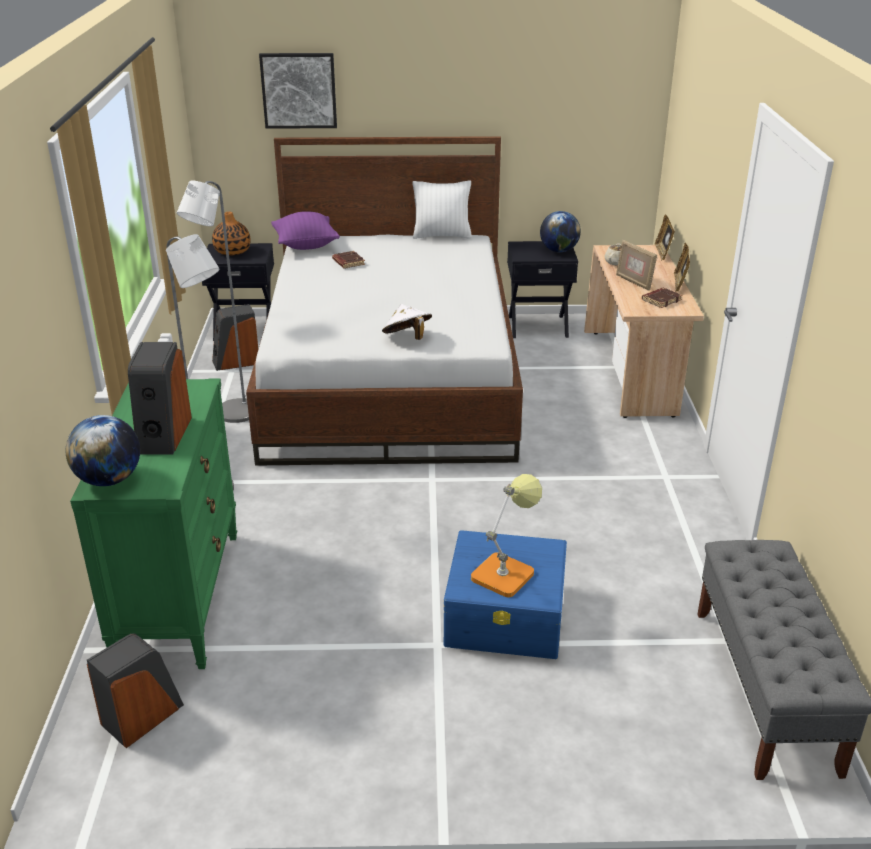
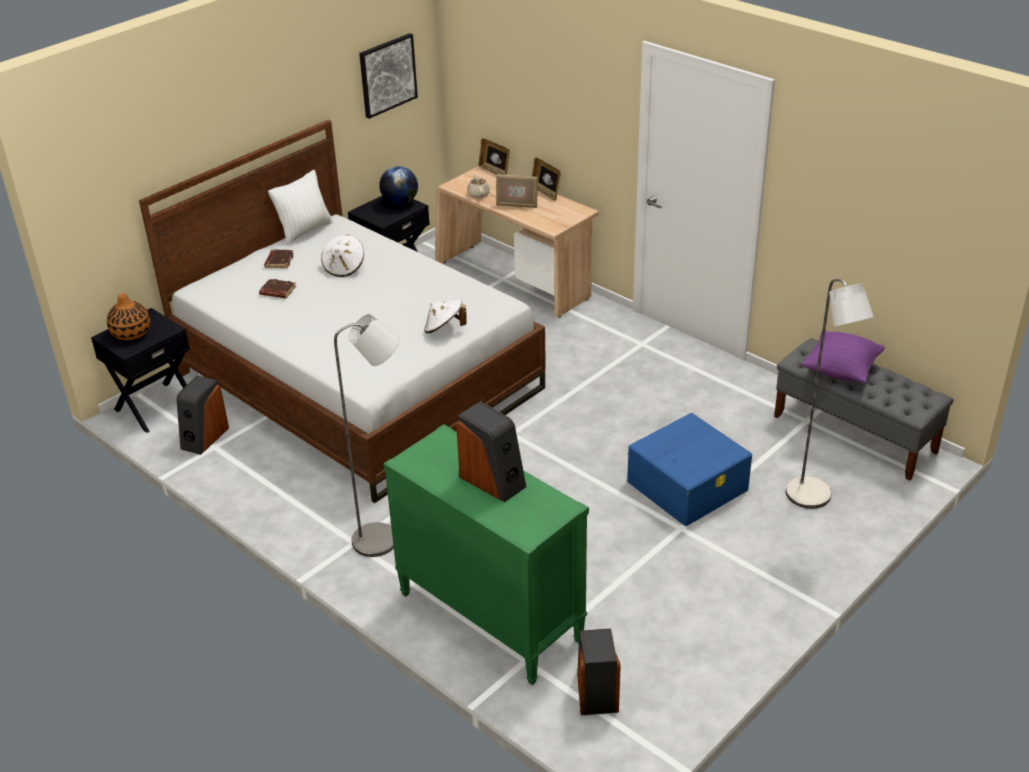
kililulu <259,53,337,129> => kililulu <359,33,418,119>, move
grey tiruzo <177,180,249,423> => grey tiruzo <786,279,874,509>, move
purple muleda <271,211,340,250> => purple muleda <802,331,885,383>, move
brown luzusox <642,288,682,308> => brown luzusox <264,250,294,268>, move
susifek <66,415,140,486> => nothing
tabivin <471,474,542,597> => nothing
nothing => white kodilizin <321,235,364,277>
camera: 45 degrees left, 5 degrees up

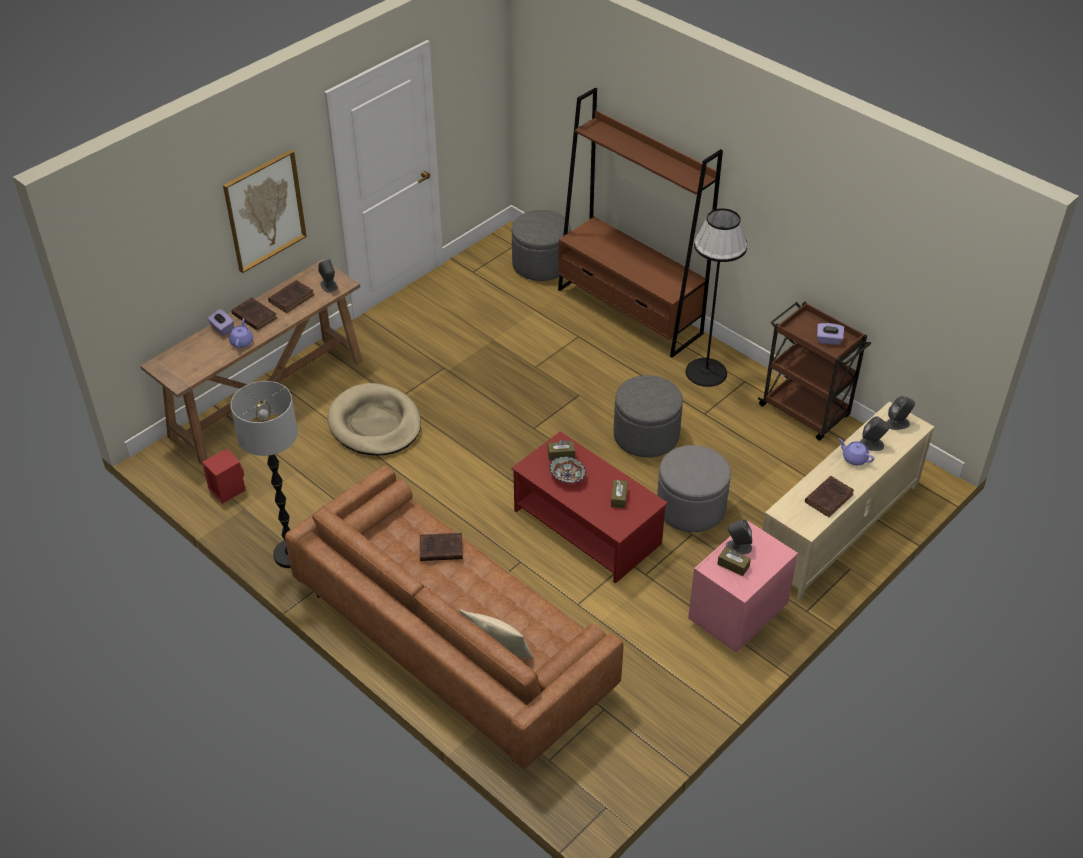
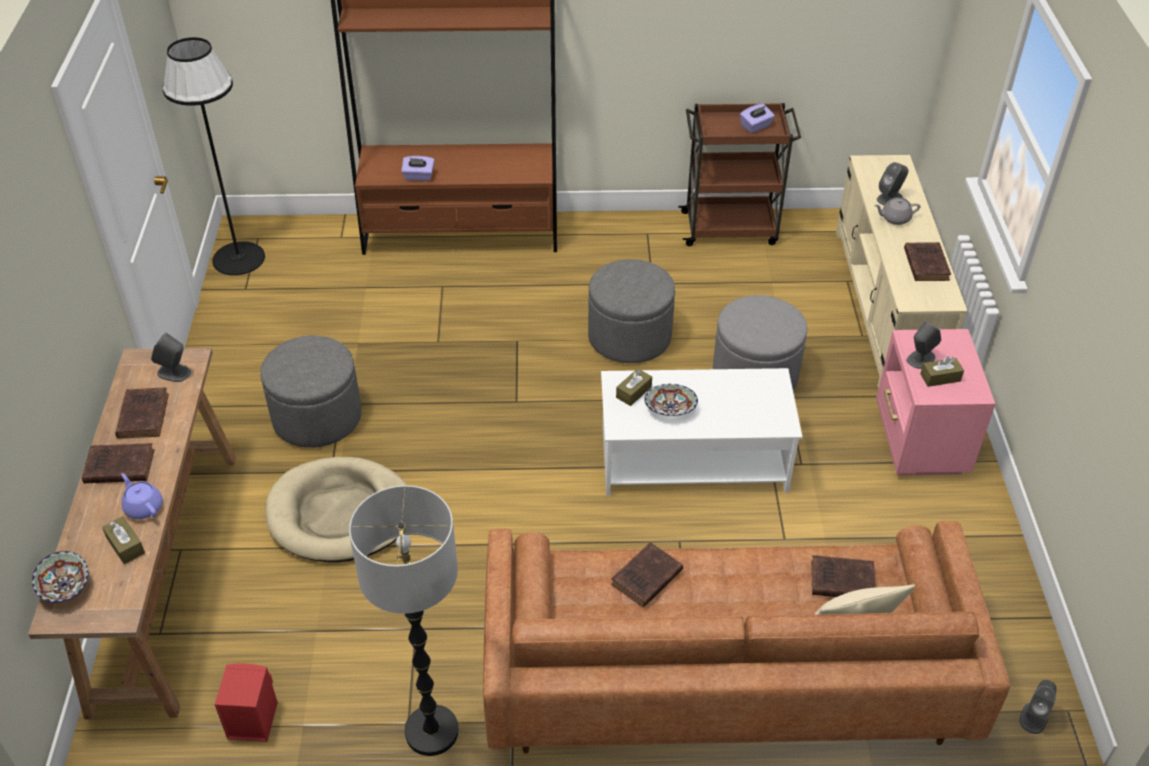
kililulu <223,150,307,273> => nothing
black tiruzo <685,208,748,387> => black tiruzo <162,37,265,275>, move
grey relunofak <512,210,571,281> => grey relunofak <260,336,362,448>, move
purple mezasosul <207,309,234,336> => purple mezasosul <401,156,435,181>, move
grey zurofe <886,396,915,430> => grey zurofe <1020,680,1056,734>, move
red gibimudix <512,431,668,584> => white gibimudix <601,368,802,496>
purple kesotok <838,438,874,465> => grey kesotok <874,197,920,225>
brown mezasosul <611,480,628,508> => brown mezasosul <102,516,145,564>, move
nothing => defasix <32,551,89,603>
nothing => brown luzusox <811,555,876,597>
camera: 45 degrees left, 0 degrees up

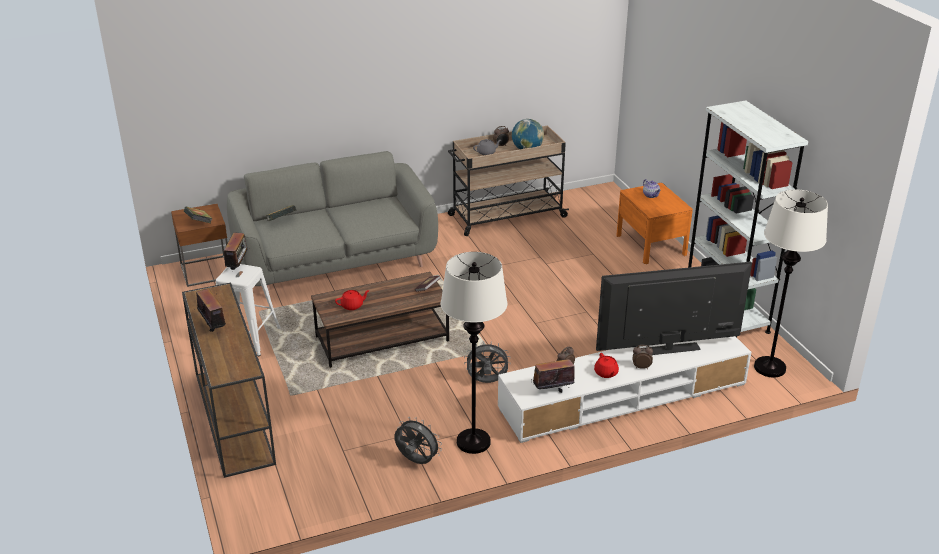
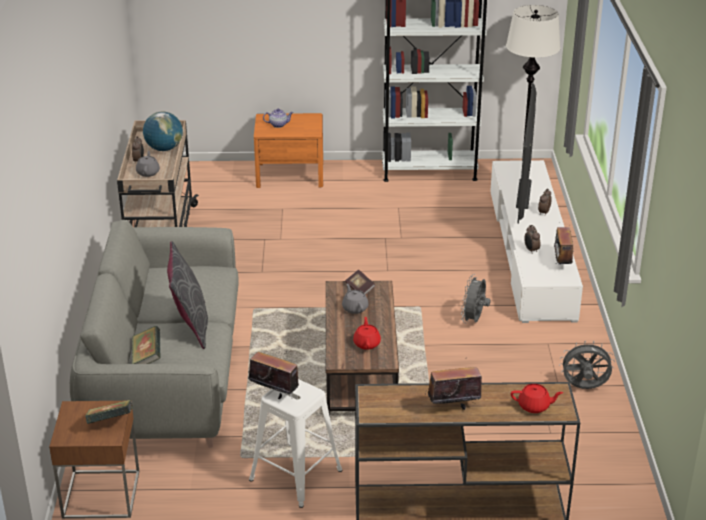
white tiruzo <441,252,507,454> => nothing
red kesotok <594,353,619,378> => red kesotok <511,384,563,413>, move
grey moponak <394,417,442,464> => grey moponak <559,341,615,389>, 45 degrees clockwise
nothing => grey muleda <167,241,208,349>
nothing => grey kesotok <342,283,368,314>
camera: 70 degrees left, 0 degrees up

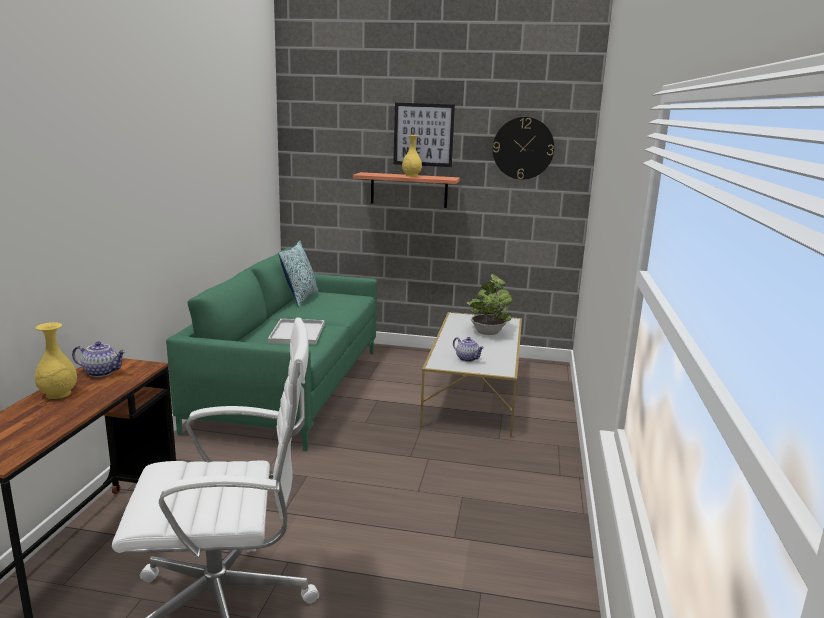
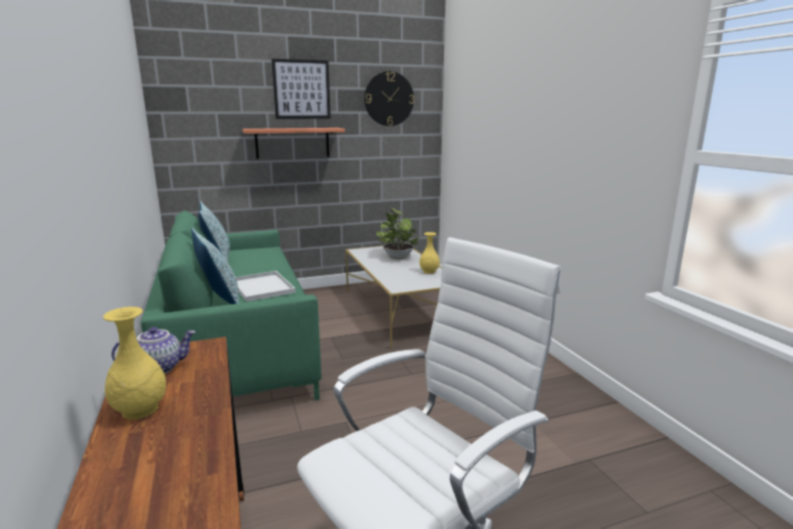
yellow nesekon <402,135,422,177> => yellow nesekon <419,232,440,274>, move
kesotok <453,337,484,362> => nothing
nothing => muleda <191,228,239,304>
camera: 30 degrees left, 0 degrees up

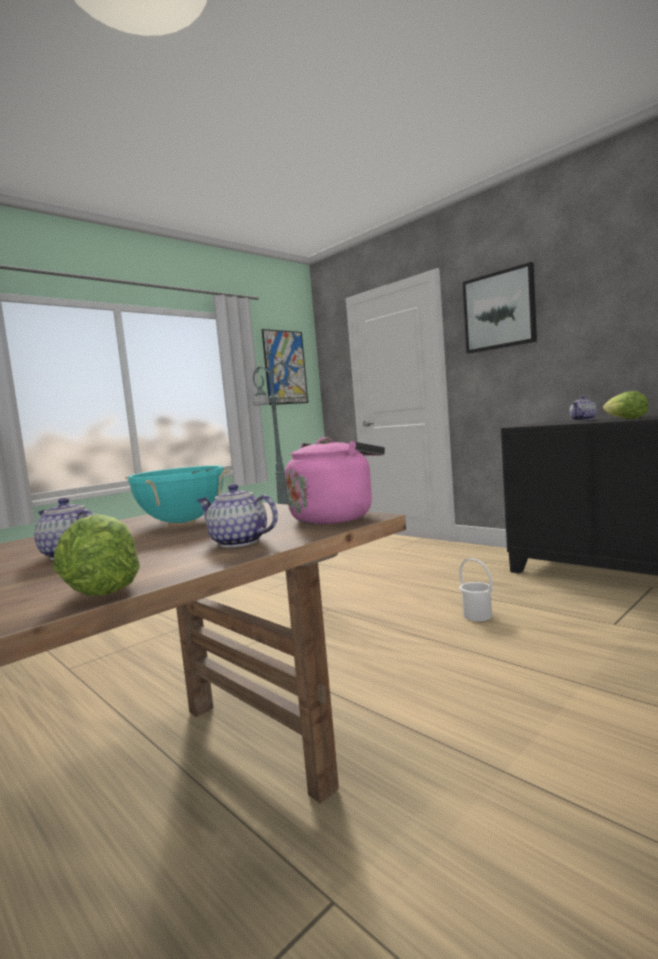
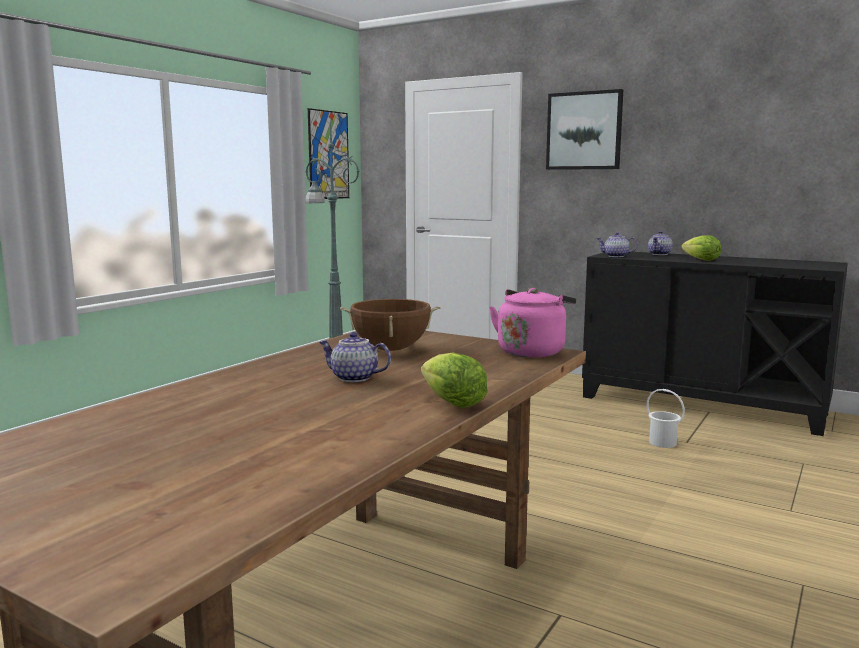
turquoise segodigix <125,465,231,523> => brown segodigix <340,299,441,351>
kesotok <197,484,278,547> => kesotok <596,232,638,257>, move
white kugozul <459,558,493,621> => white kugozul <646,389,685,448>, move
camera: 15 degrees left, 5 degrees up

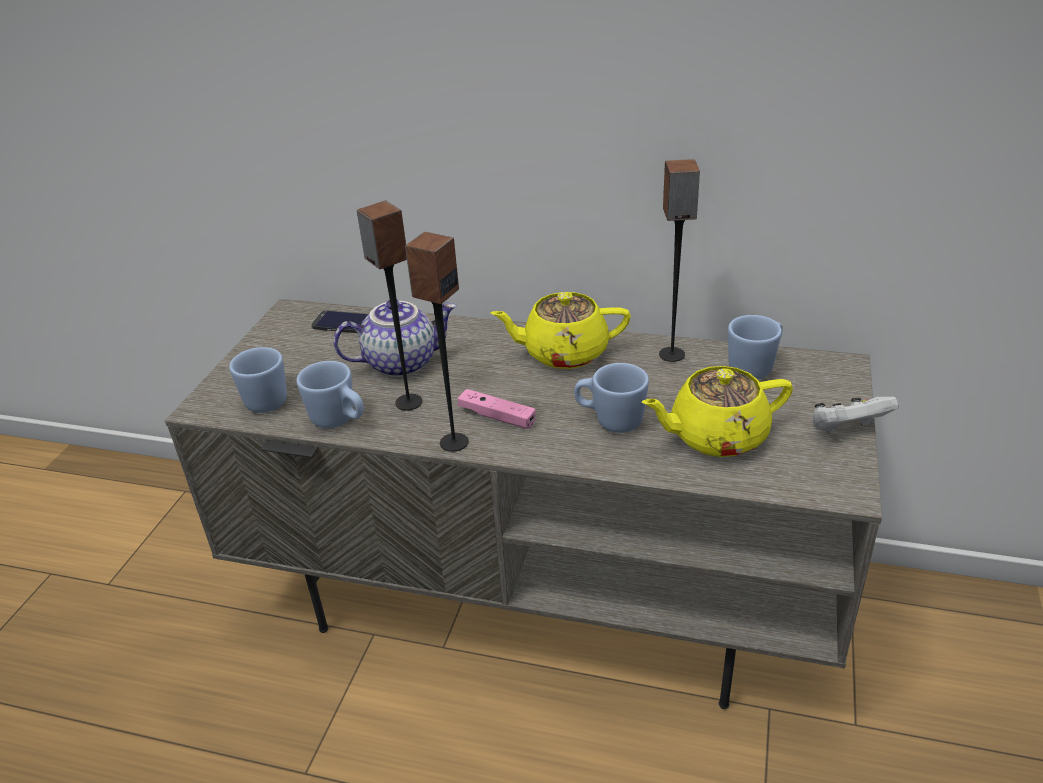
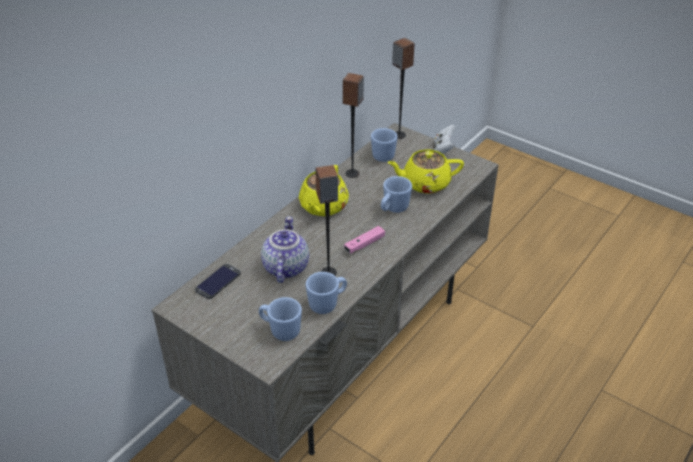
zurofe <405,232,469,452> => zurofe <392,38,415,139>, move
yellow kesotok <641,366,793,457> => yellow kesotok <387,149,464,194>, 75 degrees clockwise
camera: 70 degrees left, 5 degrees up

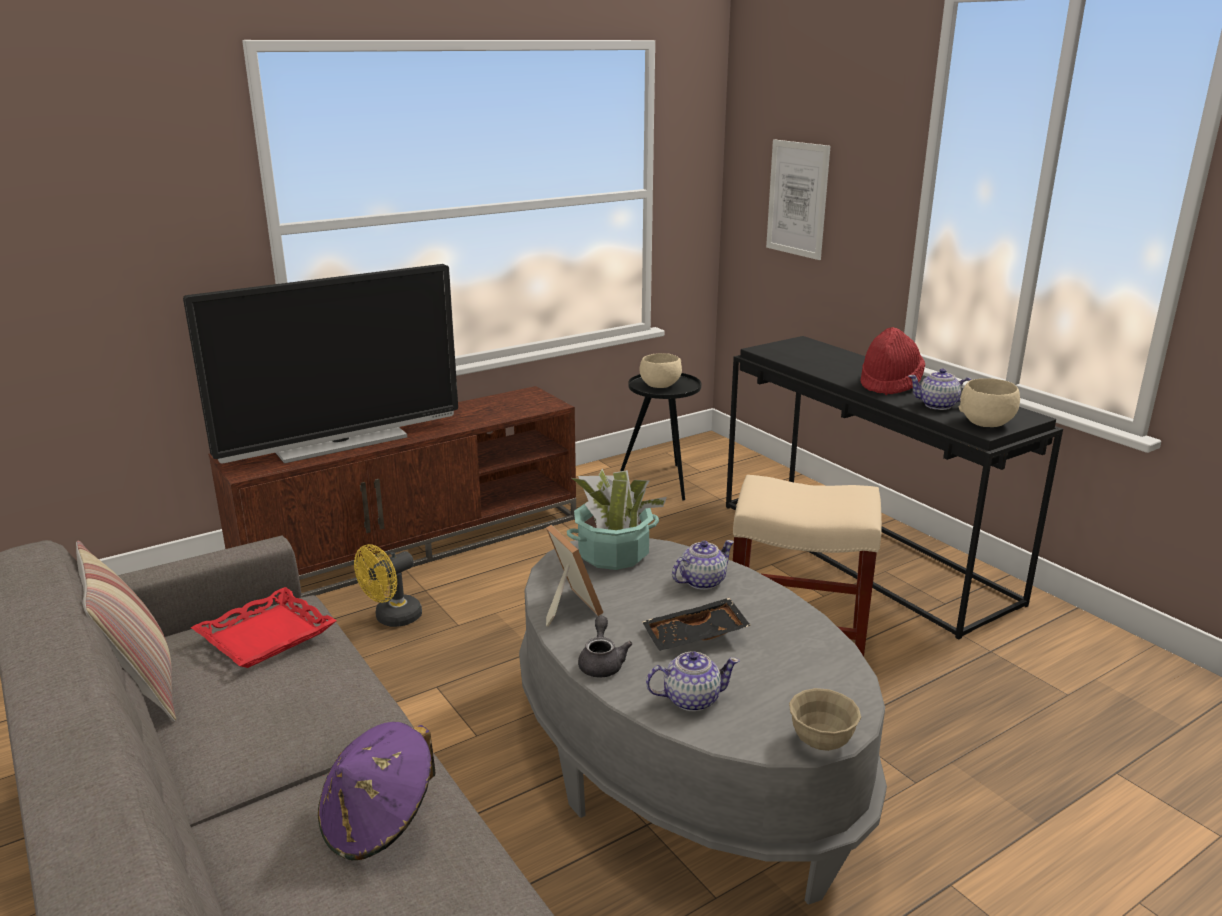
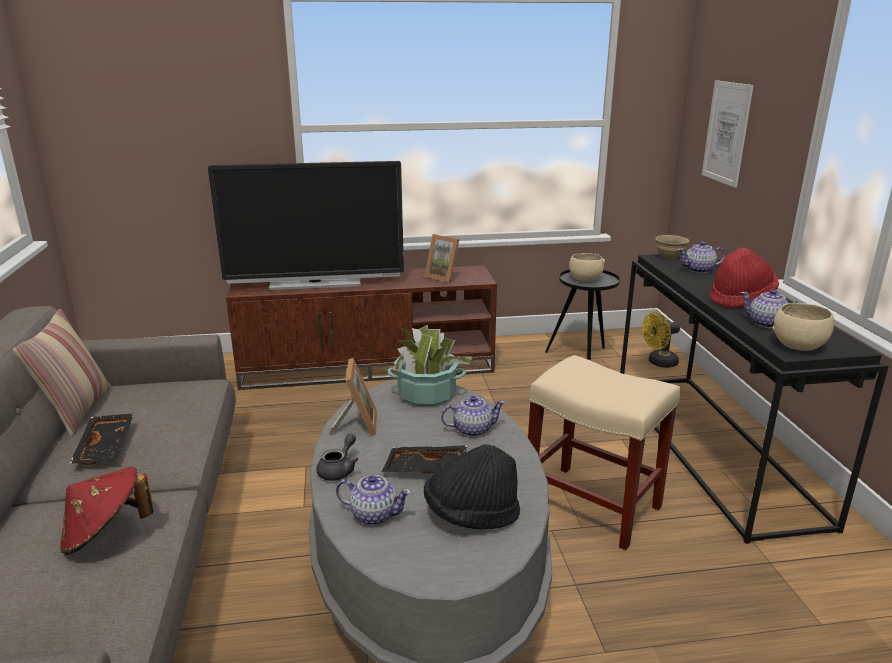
yellow moponak <354,544,422,627> => yellow moponak <642,312,680,368>, move
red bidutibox <191,587,337,668> => nothing
beige defasix <789,688,861,751> => beige defasix <655,235,689,259>, move
purple kodilizin <318,722,436,861> => red kodilizin <60,467,154,555>
nothing => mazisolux <424,234,459,283>
nothing => kesotok <677,241,725,273>
nothing => black bidutibox <70,413,134,465>
nothing => black kodilizin <424,444,520,530>
camera: 25 degrees right, 0 degrees up

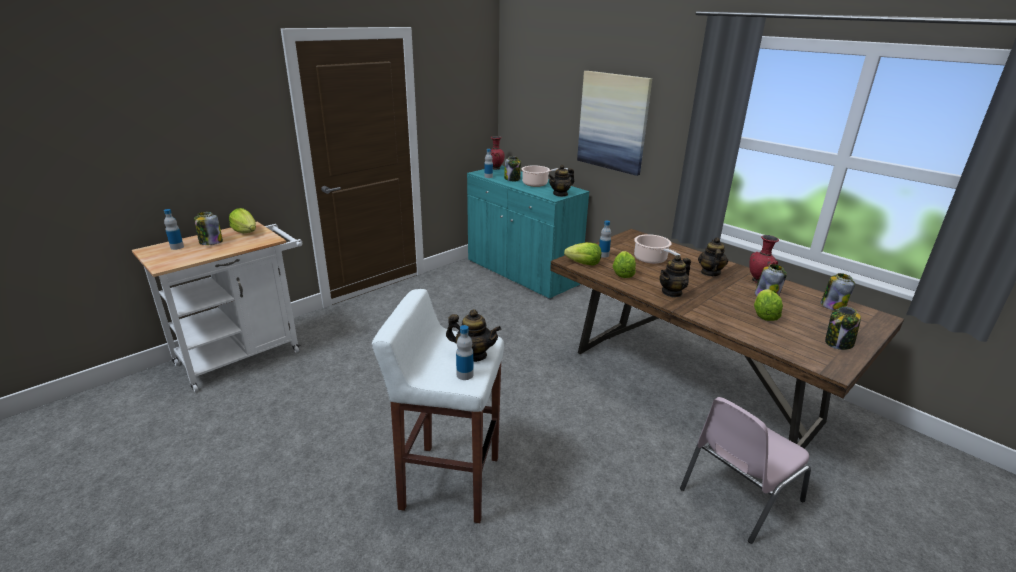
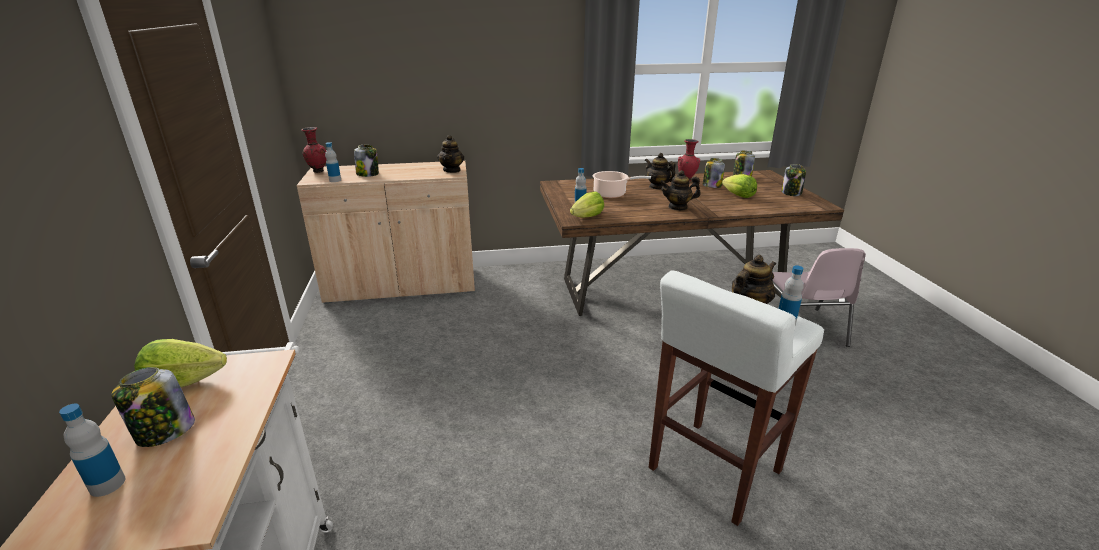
kililulu <577,71,652,176> => nothing
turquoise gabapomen <467,165,590,300> => beige gabapomen <297,161,475,304>
segodigix <522,165,568,187> => nothing
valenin <613,251,636,278> => nothing
kesotok <660,255,691,298> => kesotok <660,170,701,211>, 90 degrees clockwise
camera: 55 degrees left, 0 degrees up

